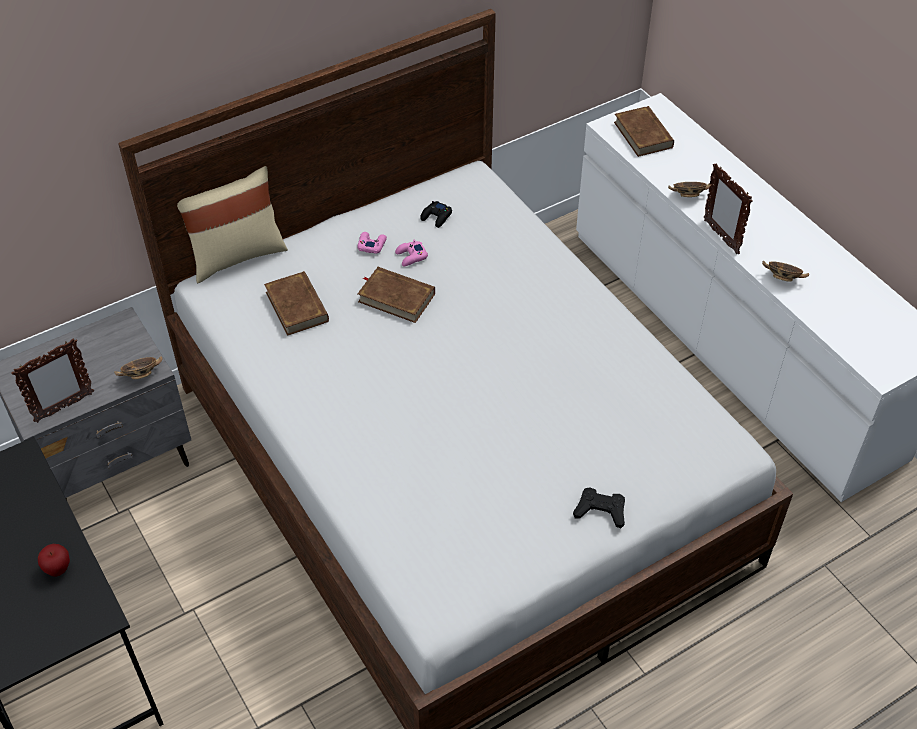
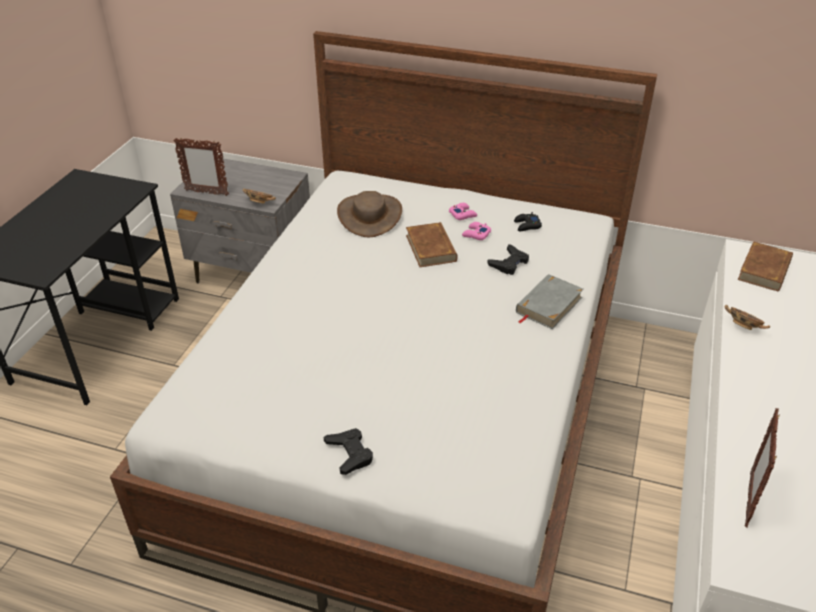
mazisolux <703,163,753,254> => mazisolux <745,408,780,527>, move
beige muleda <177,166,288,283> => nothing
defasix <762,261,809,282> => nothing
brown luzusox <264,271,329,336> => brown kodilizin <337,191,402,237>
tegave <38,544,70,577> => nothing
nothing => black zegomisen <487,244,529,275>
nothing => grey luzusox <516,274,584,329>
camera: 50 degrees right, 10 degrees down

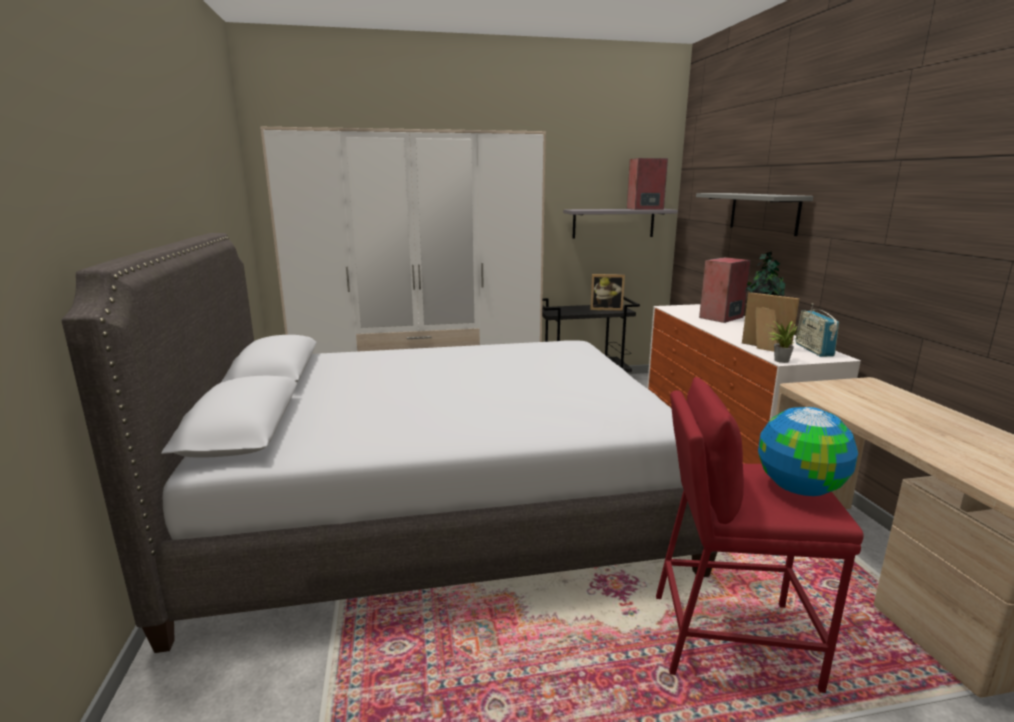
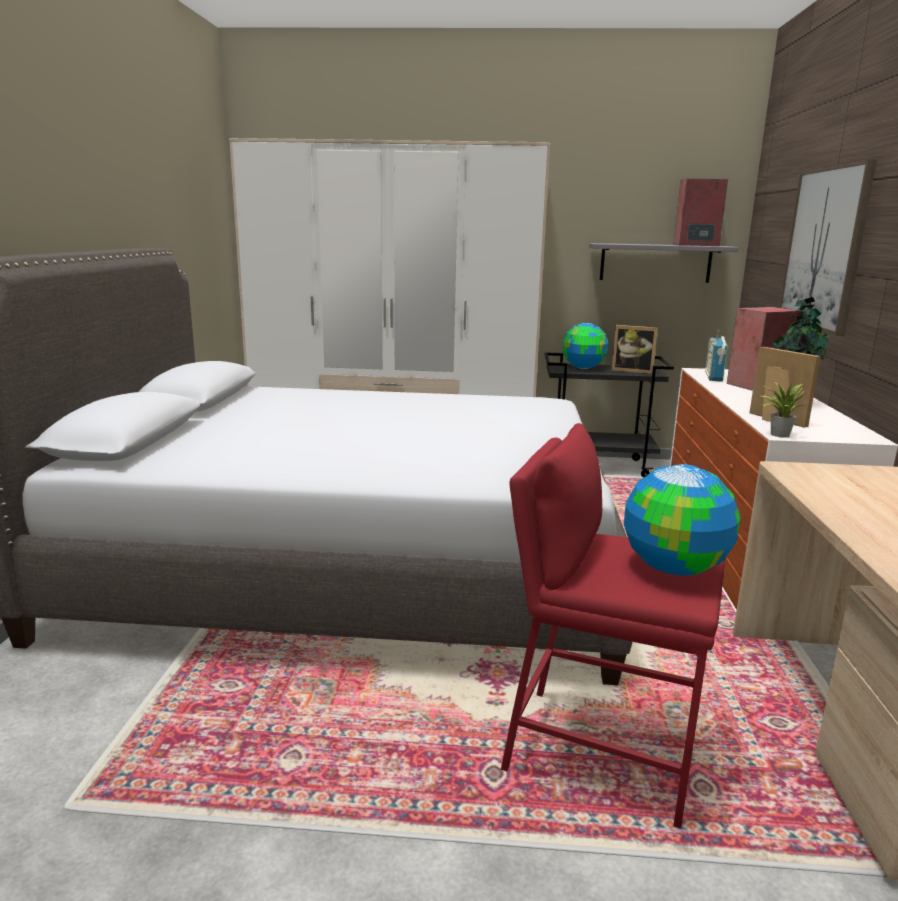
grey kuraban <696,193,813,236> => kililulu <779,159,877,336>
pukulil <795,303,839,357> => pukulil <705,330,728,382>, move
nothing => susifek <562,323,608,369>
camera: 15 degrees right, 0 degrees up

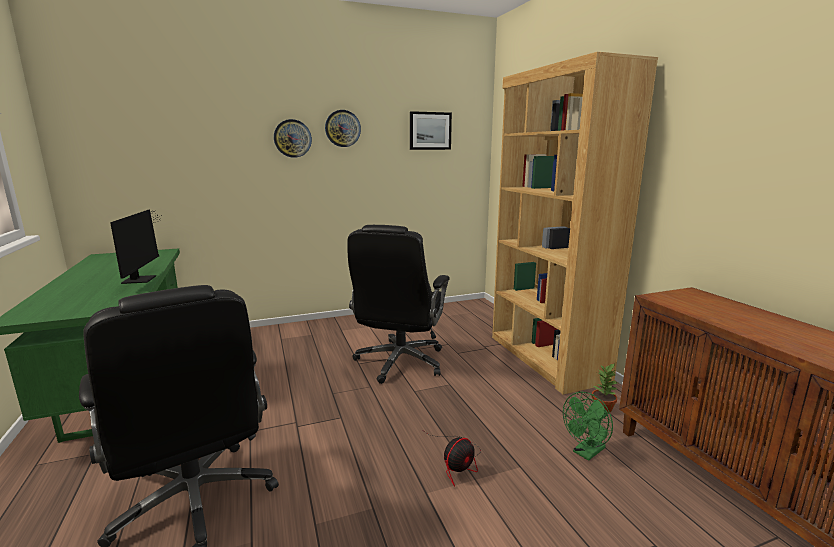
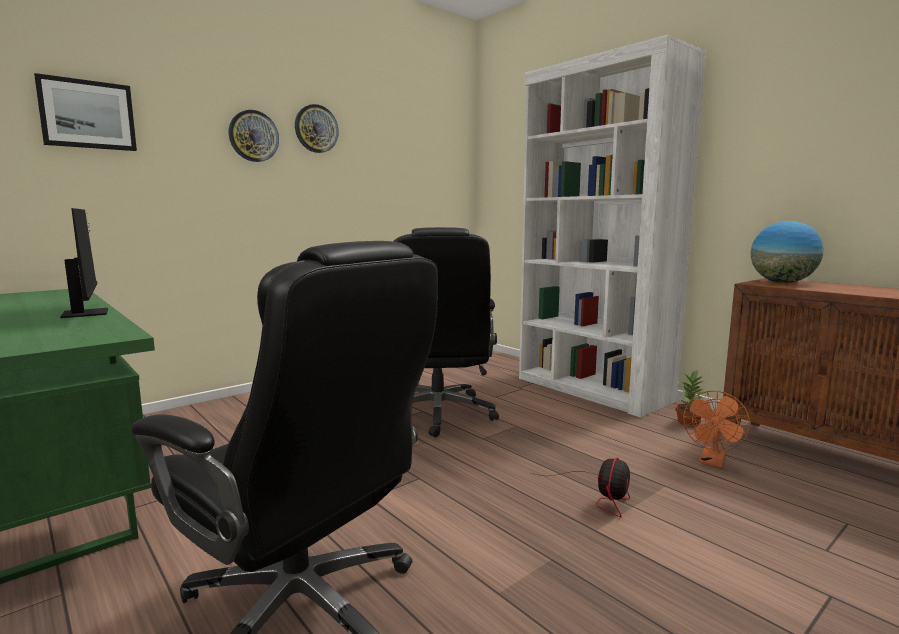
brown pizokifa <492,52,658,395> => white pizokifa <519,35,706,418>
kililulu <410,111,452,150> => kililulu <34,73,137,151>, move
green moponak <563,392,613,461> => orange moponak <683,391,750,468>
nothing => susifek <751,221,824,283>
camera: 20 degrees left, 5 degrees down

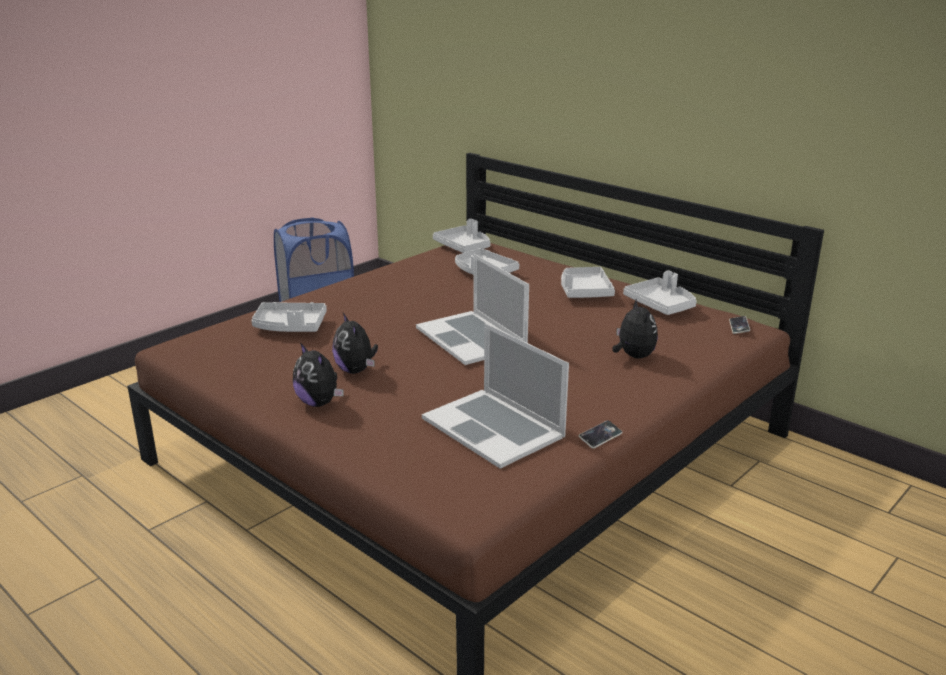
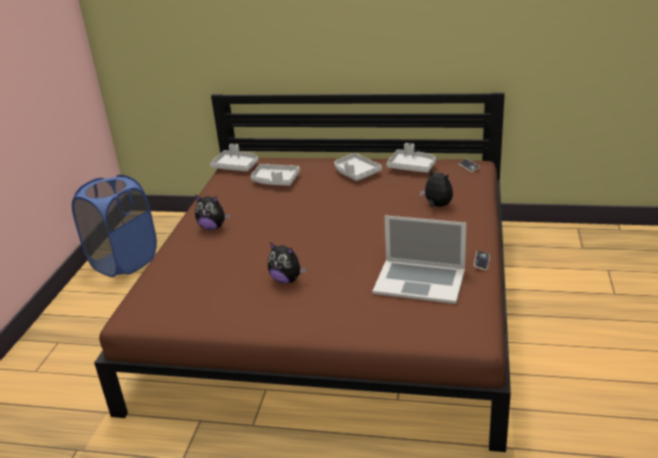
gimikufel <416,254,529,365> => nothing
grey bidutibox <251,302,327,332> => nothing
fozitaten <293,343,344,407> => fozitaten <195,195,230,230>, move
camera: 30 degrees left, 5 degrees up

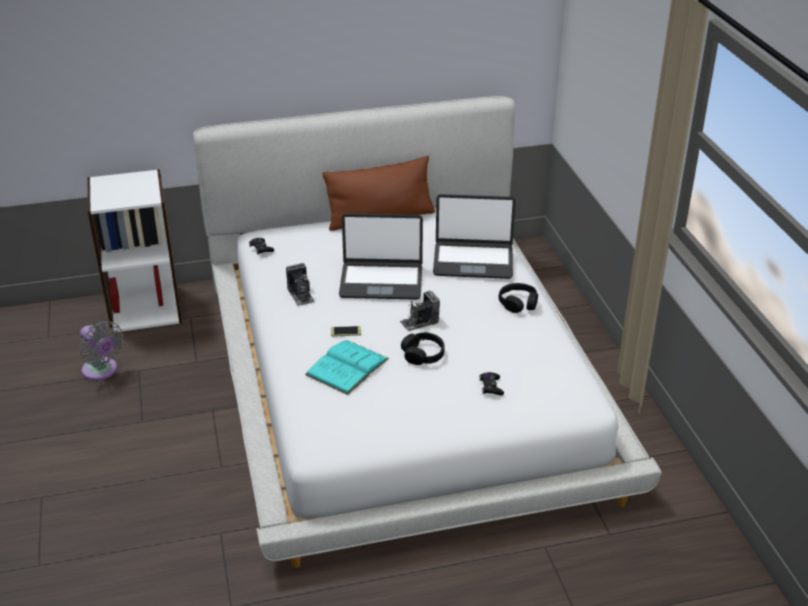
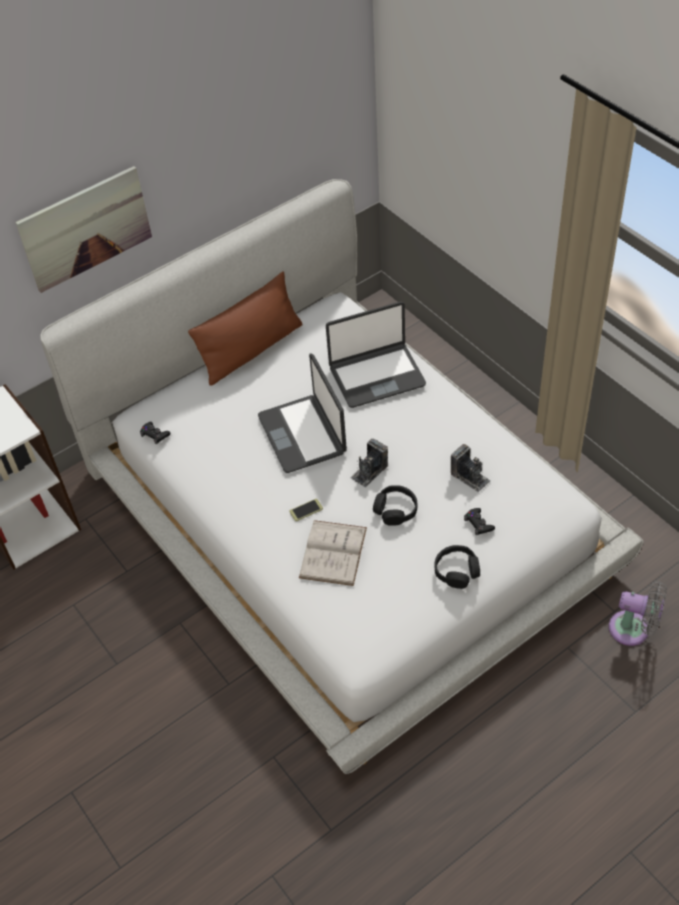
gimikufel <339,213,423,300> => gimikufel <258,354,347,473>, 90 degrees clockwise
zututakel <286,263,315,306> => zututakel <450,444,490,492>, move
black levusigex <499,283,538,313> => black levusigex <434,545,480,589>, move
grey moponak <80,321,123,380> => grey moponak <609,581,667,646>, move
turquoise luzusox <305,340,389,395> => white luzusox <299,520,367,586>
nothing => kililulu <15,166,152,293>
camera: 20 degrees left, 15 degrees up

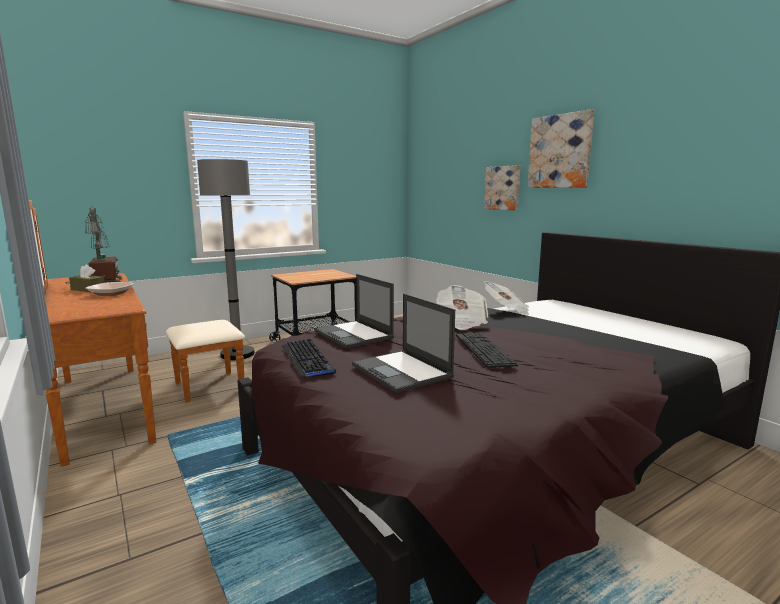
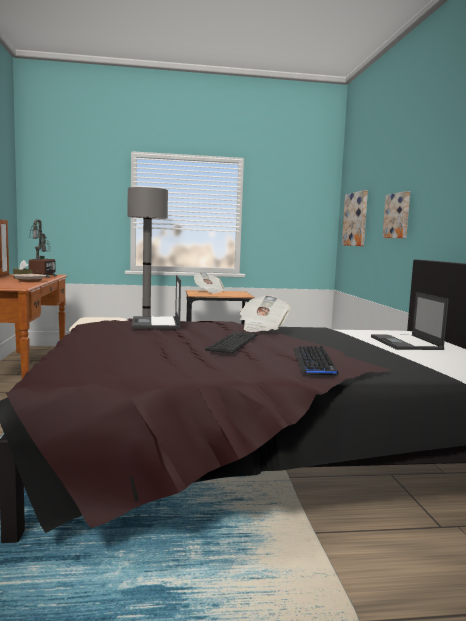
kililulu <528,109,594,188> => kililulu <342,190,368,246>, move
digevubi <484,281,529,315> => digevubi <194,272,225,294>, move
gimikufel <352,294,455,393> => gimikufel <371,292,449,350>, move
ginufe <282,339,336,378> => ginufe <293,346,338,375>, move
camera: 25 degrees right, 5 degrees down

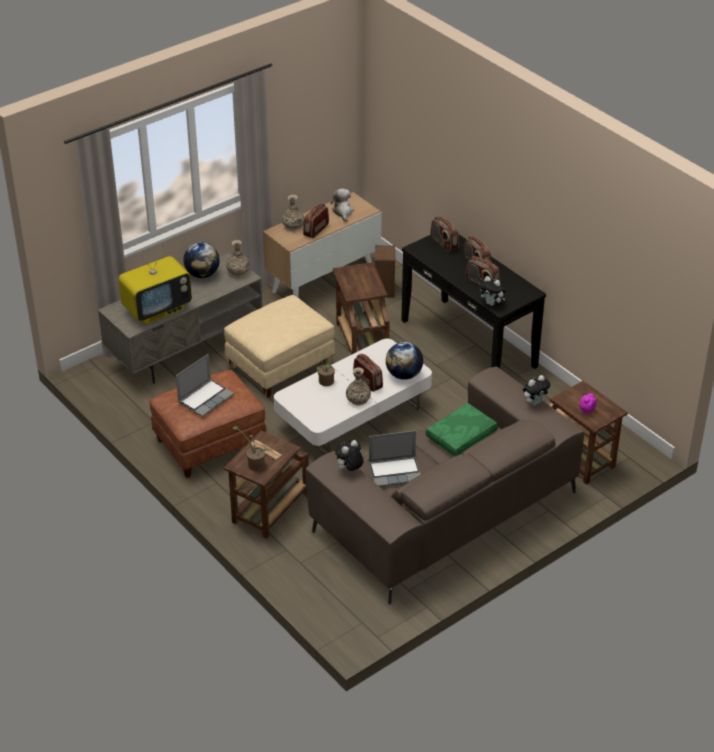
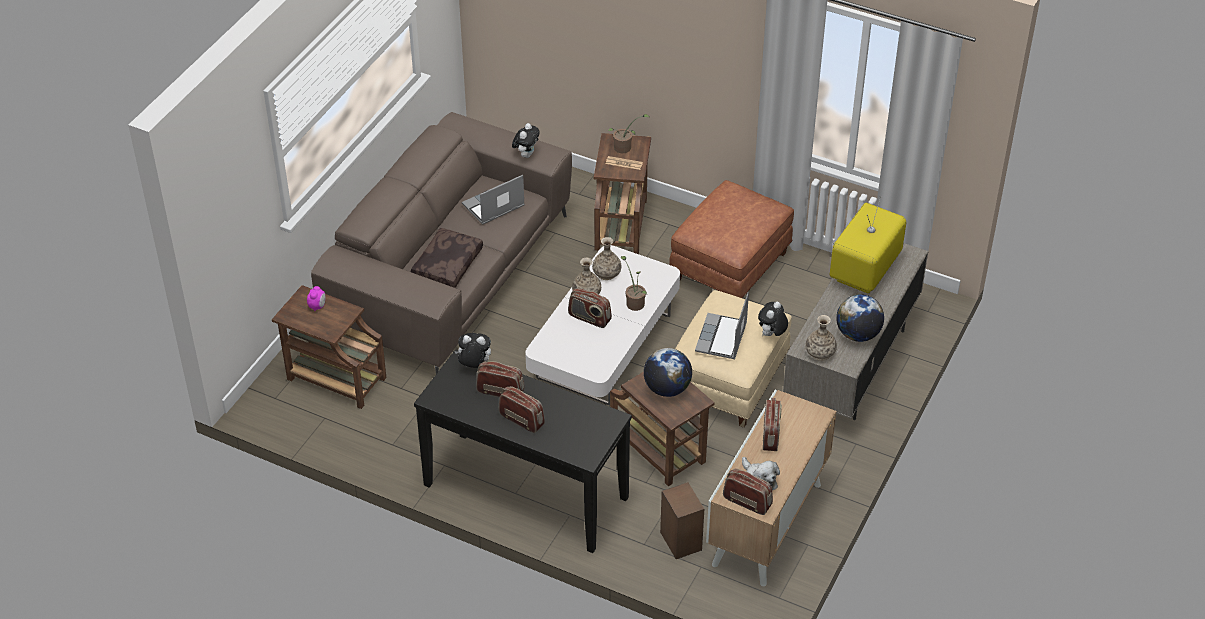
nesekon <282,195,304,231> => nesekon <592,237,621,280>, move
pukulil <430,216,459,252> => pukulil <723,468,773,515>, move
susifek <386,342,423,380> => susifek <644,348,692,397>, move
gimikufel <176,354,234,417> => gimikufel <695,292,749,359>, move
fozitaten <523,375,550,406> => fozitaten <758,302,788,336>, move
green muleda <425,403,498,456> => brown muleda <410,228,483,288>
camera: 155 degrees right, 5 degrees up

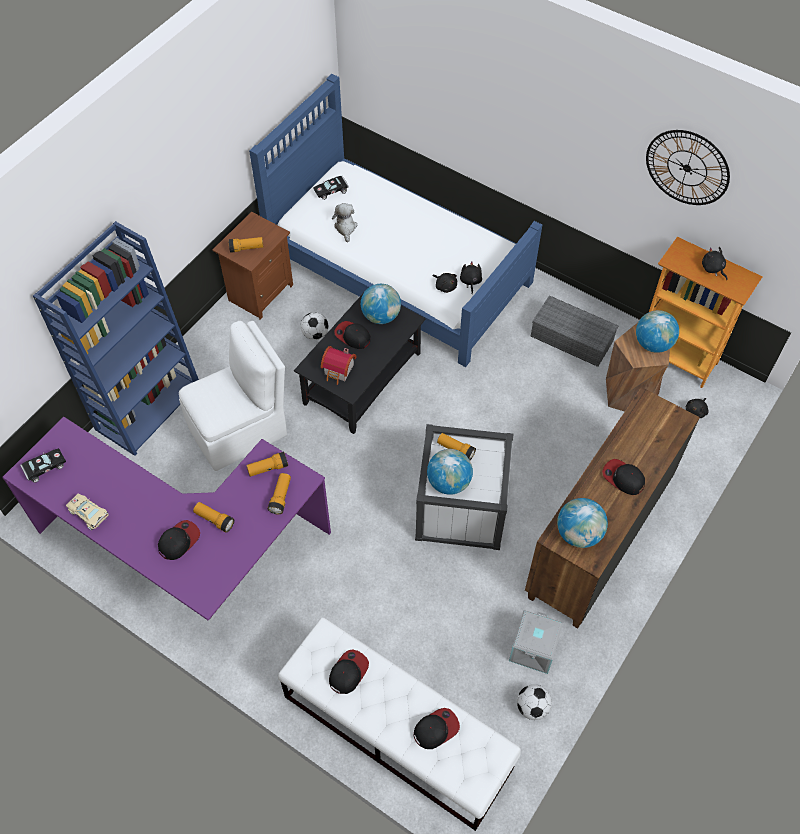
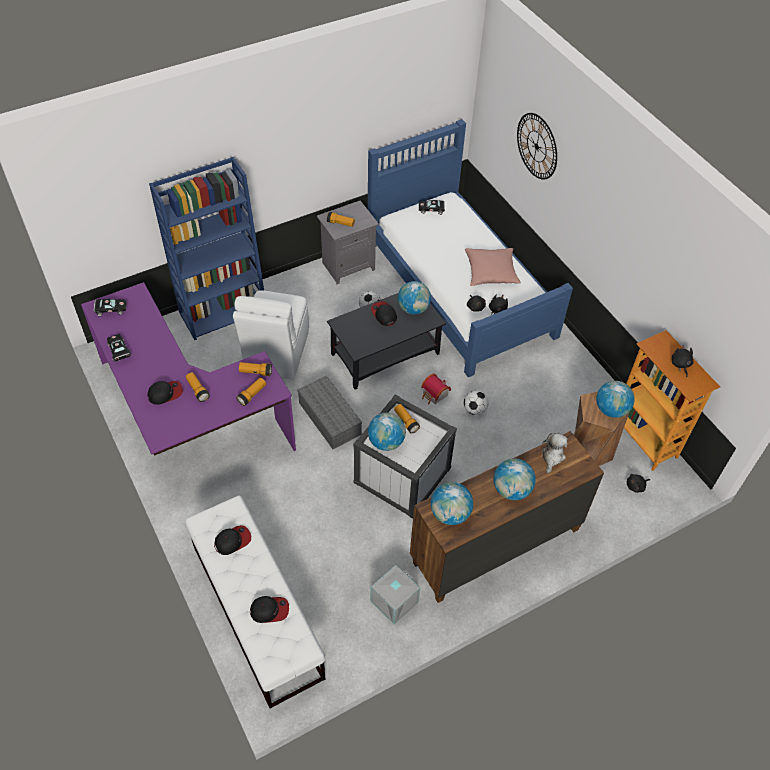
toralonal <646,130,730,205> => toralonal <517,113,557,180>, move
fozitaten <332,203,357,242> => fozitaten <542,433,568,473>, move
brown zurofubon <213,212,293,320> => grey zurofubon <317,200,379,285>
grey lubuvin <531,295,618,367> => grey lubuvin <297,375,362,449>, move
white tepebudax <179,321,287,471> => white tepebudax <233,290,309,379>, 105 degrees clockwise
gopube <321,346,357,385> => gopube <421,374,451,405>, move
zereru <602,459,645,495> => susifek <494,459,536,500>
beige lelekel <66,494,109,530> => black lelekel <107,334,131,362>
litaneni <517,684,552,720> => litaneni <464,390,488,415>, move
nothing => pink muleda <465,248,521,286>
camera: 25 degrees right, 5 degrees down

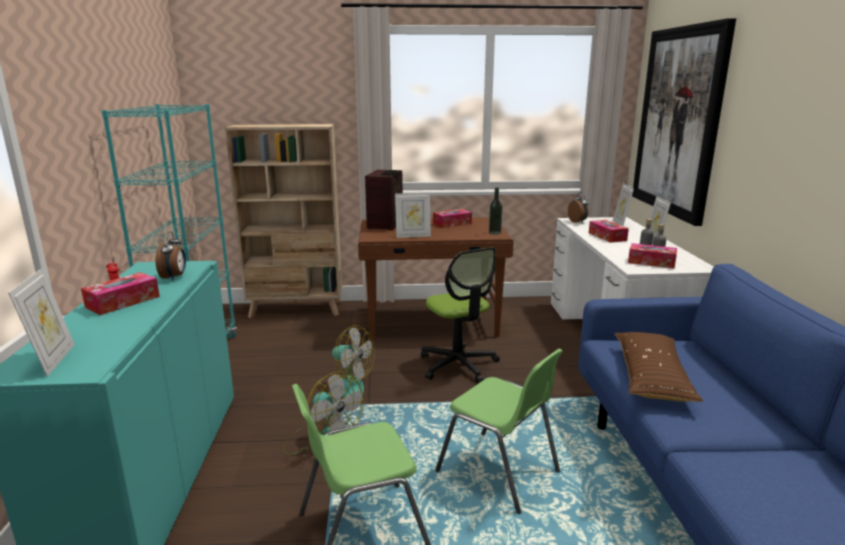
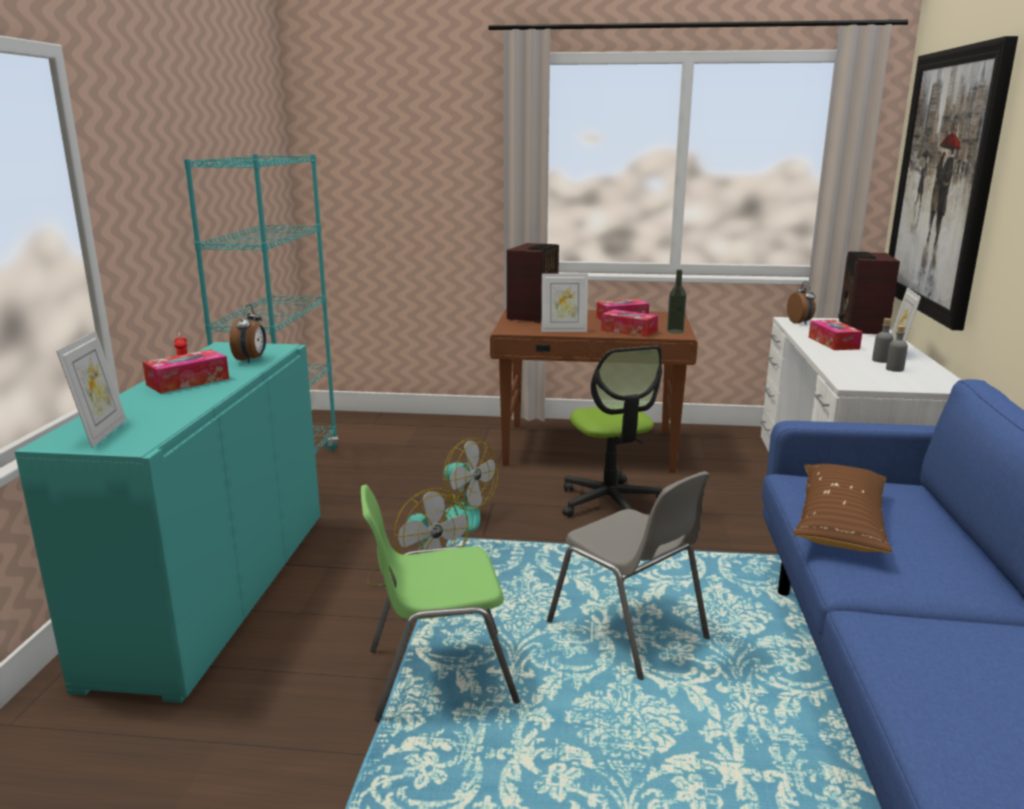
beige pizokifa <225,124,342,318> => nothing
mazisolux <613,183,634,226> => pukulil <838,251,900,334>
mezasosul <628,243,677,269> => mezasosul <601,309,658,337>, move
green tepebudax <435,349,563,514> => grey tepebudax <547,471,710,680>
camera: 10 degrees right, 0 degrees up

